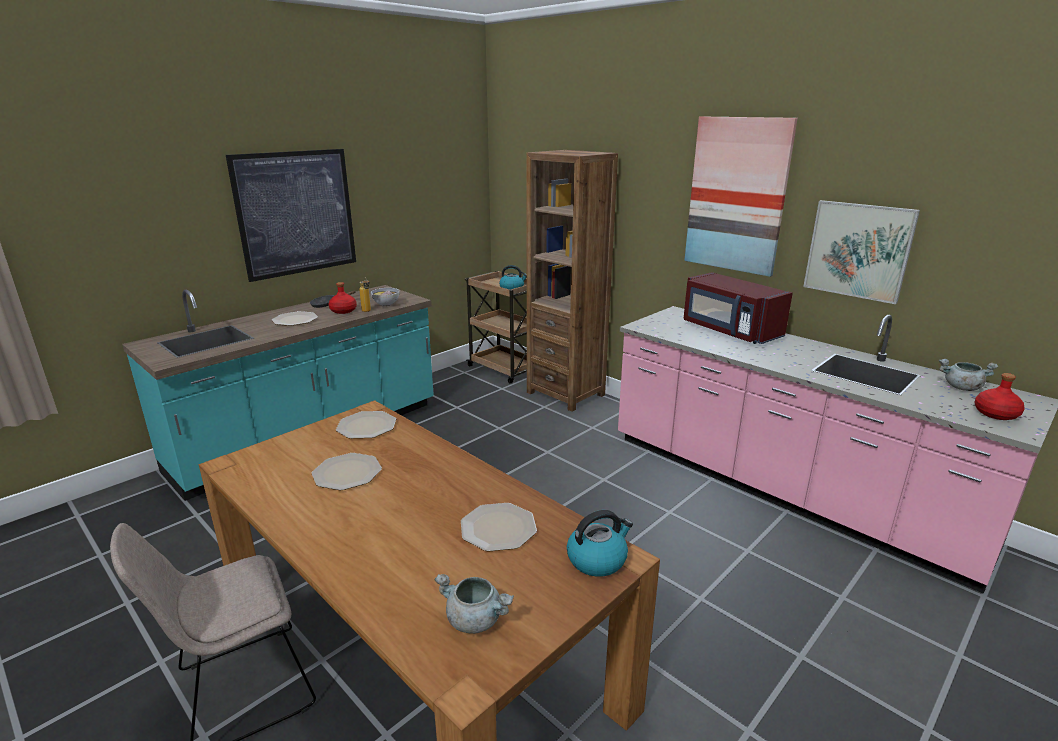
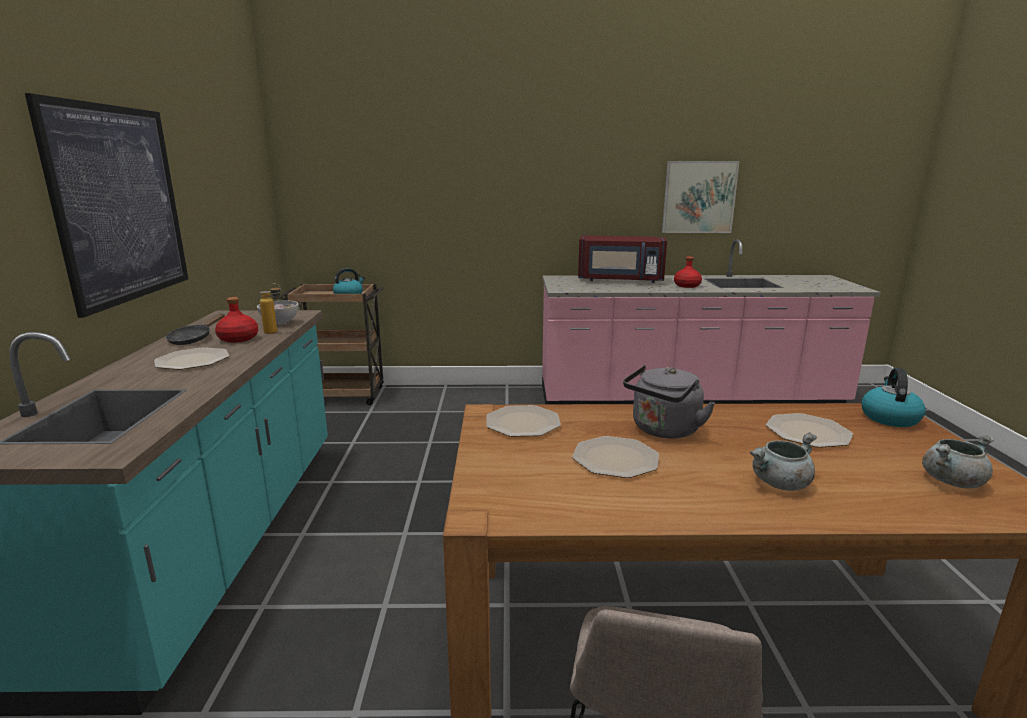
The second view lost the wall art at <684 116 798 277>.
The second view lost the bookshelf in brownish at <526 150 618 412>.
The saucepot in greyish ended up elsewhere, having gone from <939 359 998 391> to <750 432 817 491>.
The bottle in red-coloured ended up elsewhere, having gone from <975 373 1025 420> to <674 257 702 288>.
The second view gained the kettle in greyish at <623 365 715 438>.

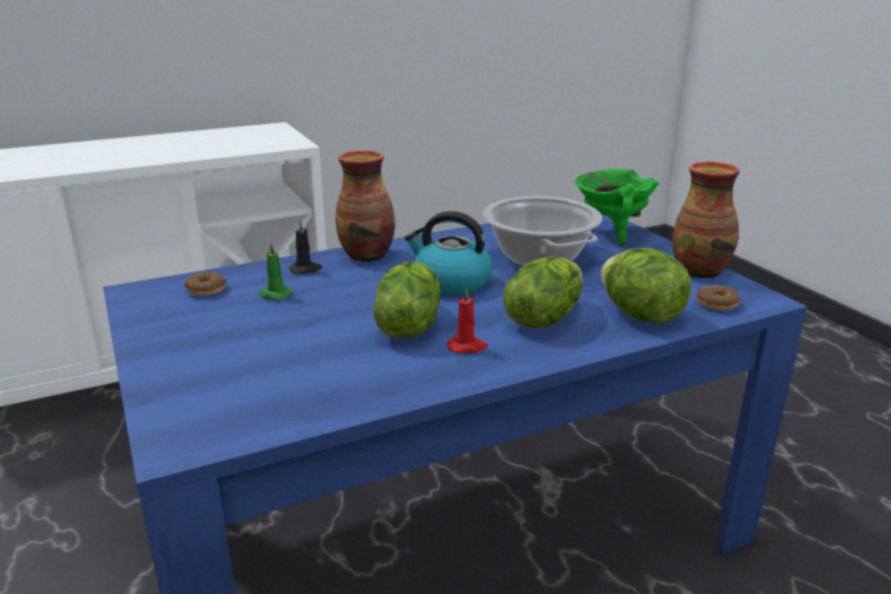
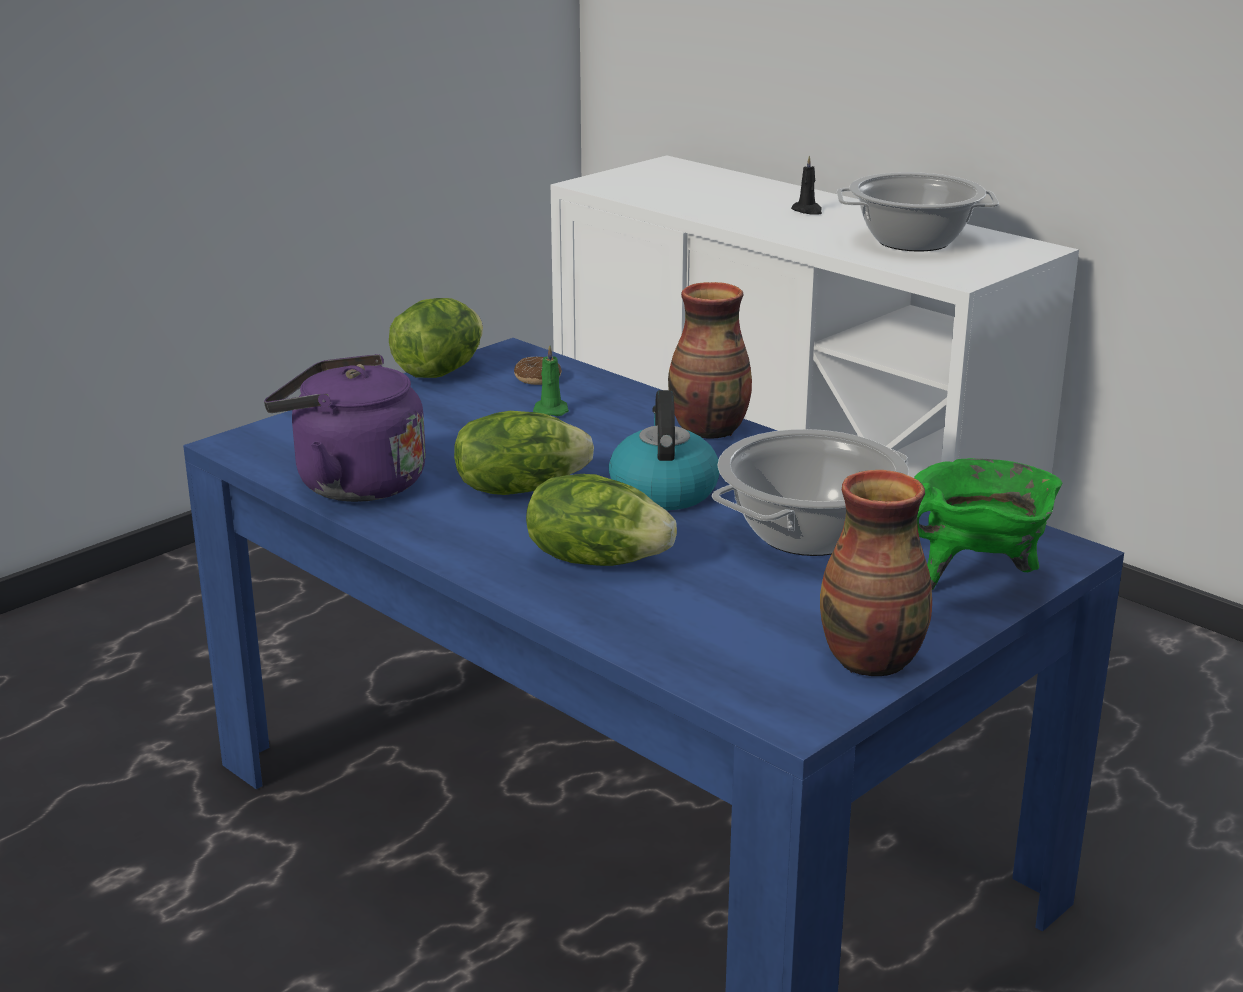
The wax candle in black ended up elsewhere, having gone from <289 219 322 274> to <791 155 822 215>.
The lettuce ended up elsewhere, having gone from <601 248 691 324> to <389 298 483 378>.
The second view lost the donut at <696 285 740 311>.
The second view lost the wax candle in red-coloured at <447 287 488 353>.
The second view gained the saucepot at <837 172 999 252>.
The second view gained the kettle in purple at <264 354 426 502>.

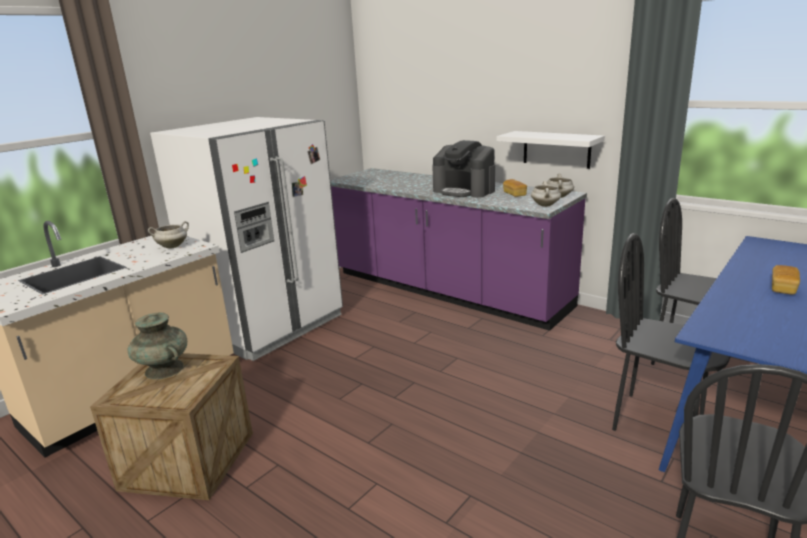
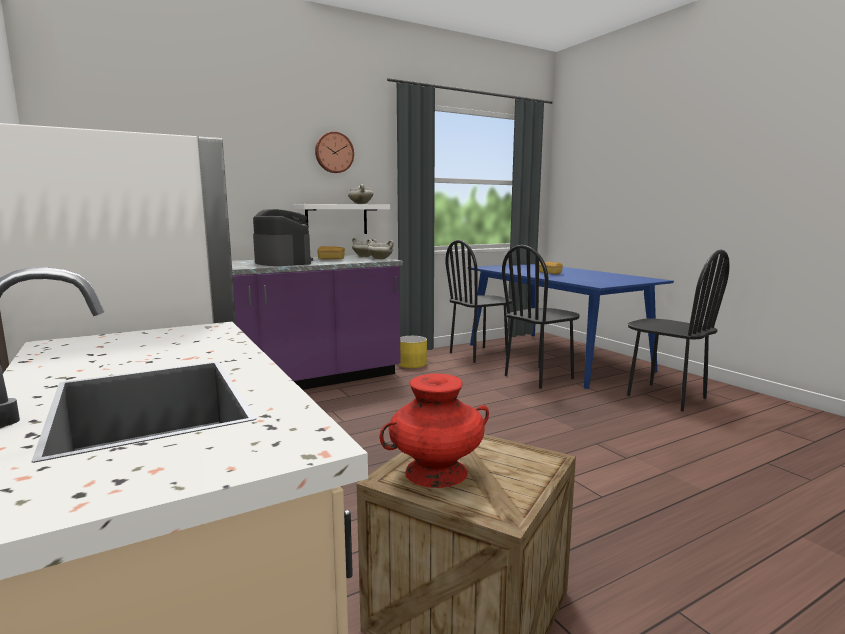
The coffee machine at <432 140 495 198> ended up facing another way, 90 degrees counterclockwise from before.
The saucepot in whitish ended up elsewhere, having gone from <148 221 189 249> to <348 184 373 204>.
What was the decorative vase in turquoise-coloured at <128 313 187 380> turned into the decorative vase in red-coloured at <380 374 489 488>.
The second view gained the hanging clock at <315 132 354 173>.
The second view gained the plant pot in yellowish at <397 336 427 368>.

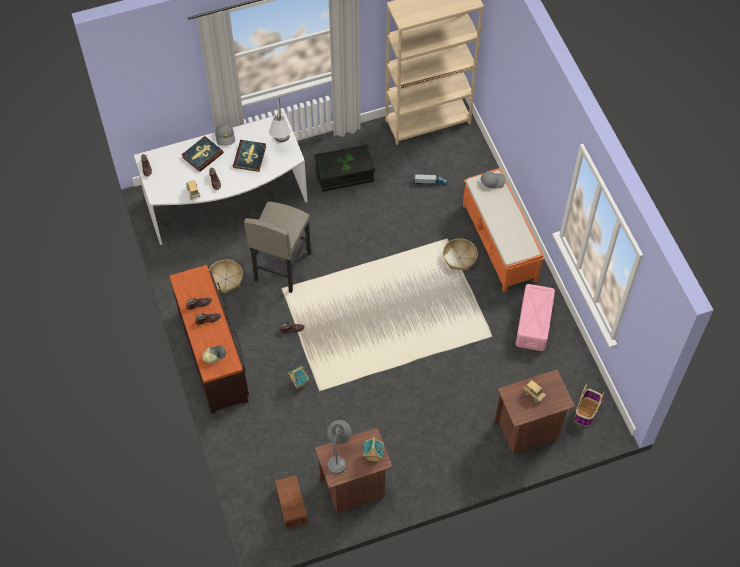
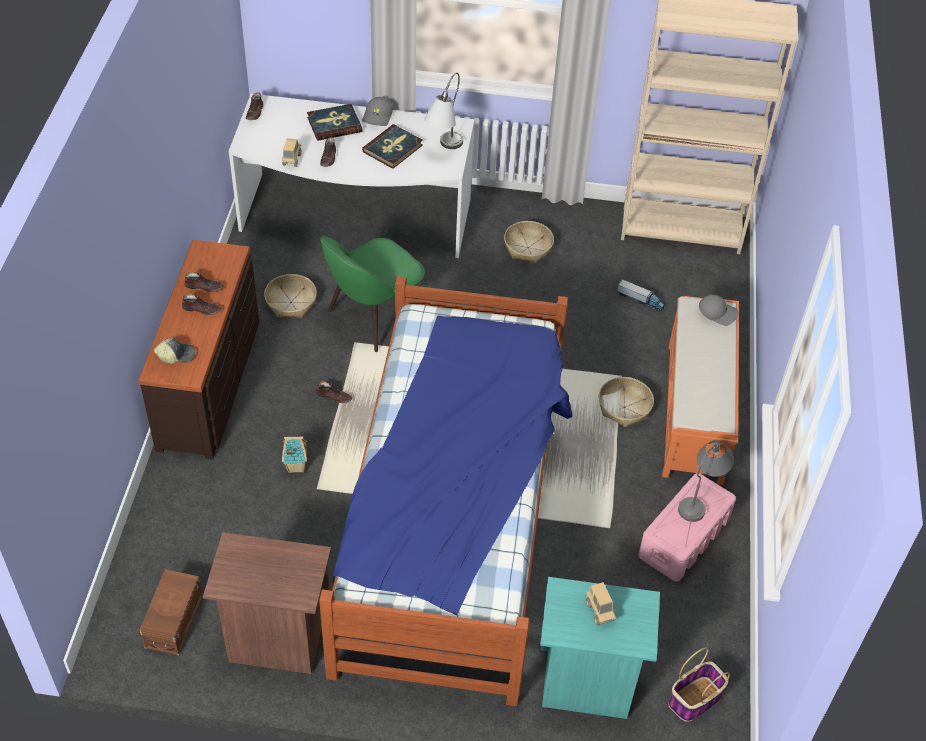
Where the storage container in black stood at <314 144 375 192>, the household basket came to stand at <504 221 554 263>.
Where the sitting stool in greyish stood at <244 202 311 293>, the chair in green-coloured came to stand at <320 236 425 352>.
What was the nightstand in brownish at <494 370 575 454> turned into the nightstand in turquoise-coloured at <540 577 660 719>.
The tabletop lamp in greyish ended up elsewhere, having gone from <327 420 352 474> to <678 440 734 522>.
The second view lost the miniature house at <363 437 384 462>.
The second view gained the sleeping bed at <319 276 573 706>.

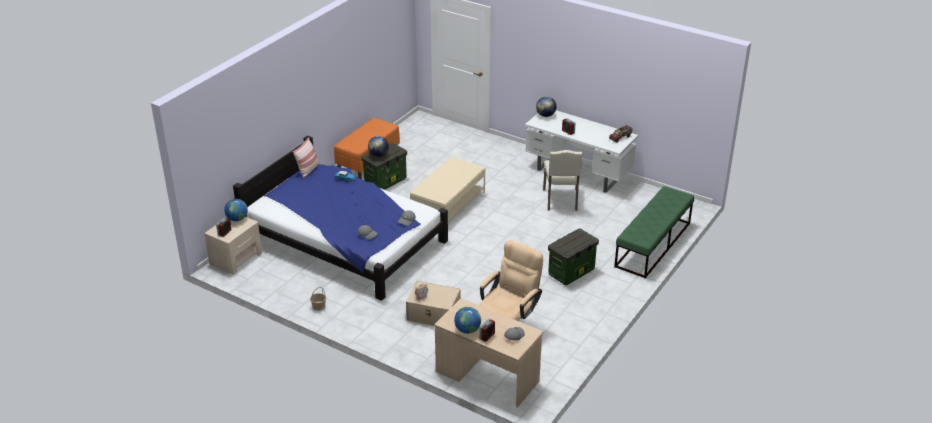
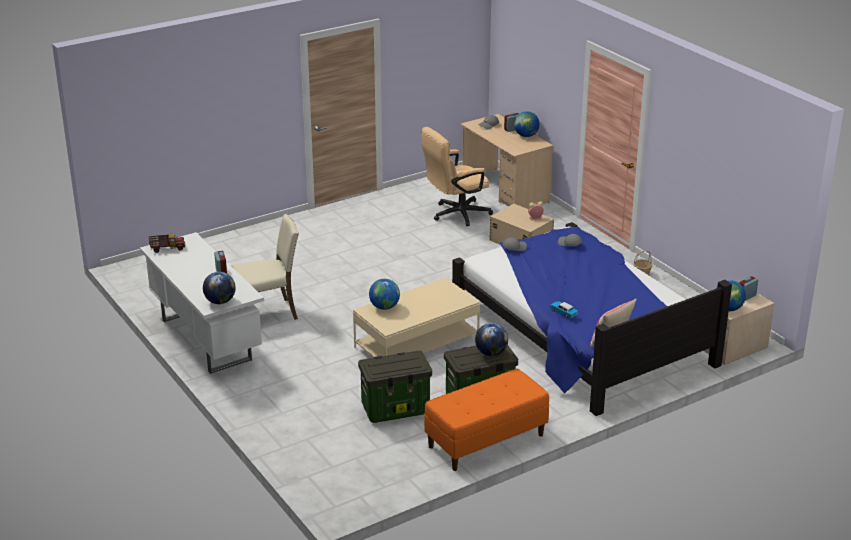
The chair in beige-coloured at <543 150 582 211> ended up facing another way, 45 degrees clockwise from before.
The second view lost the indoor bench in green-coloured at <614 186 694 279>.
The storage container ended up elsewhere, having gone from <548 229 599 285> to <358 350 432 423>.
The second view gained the world globe at <369 279 400 310>.

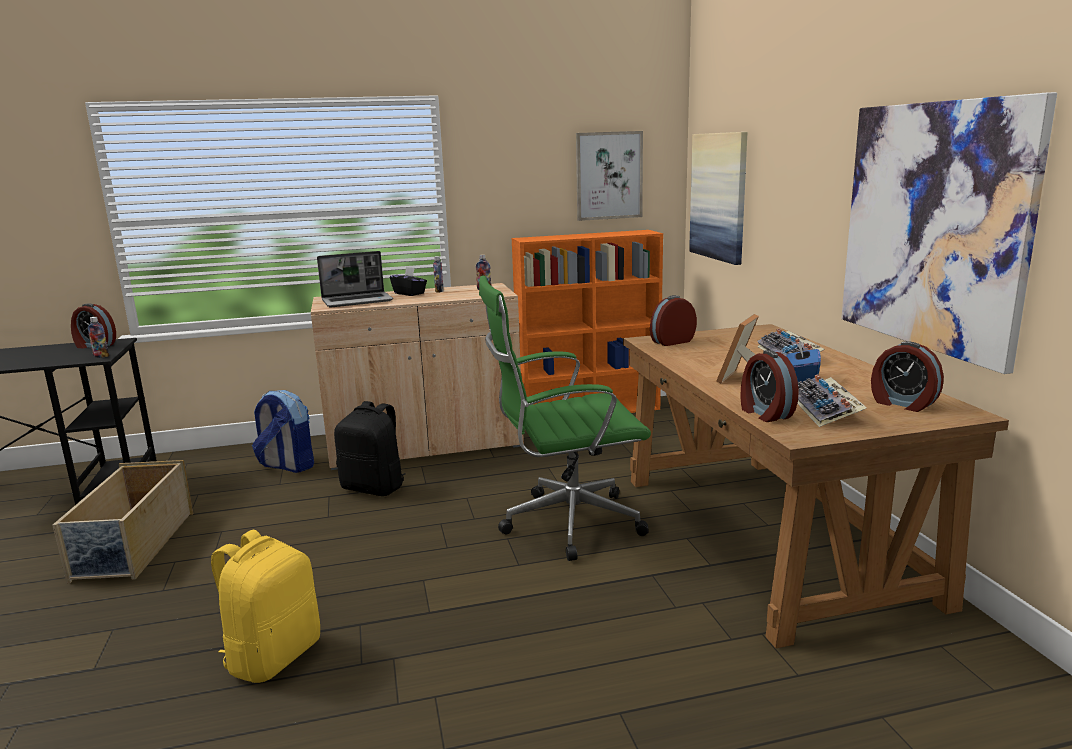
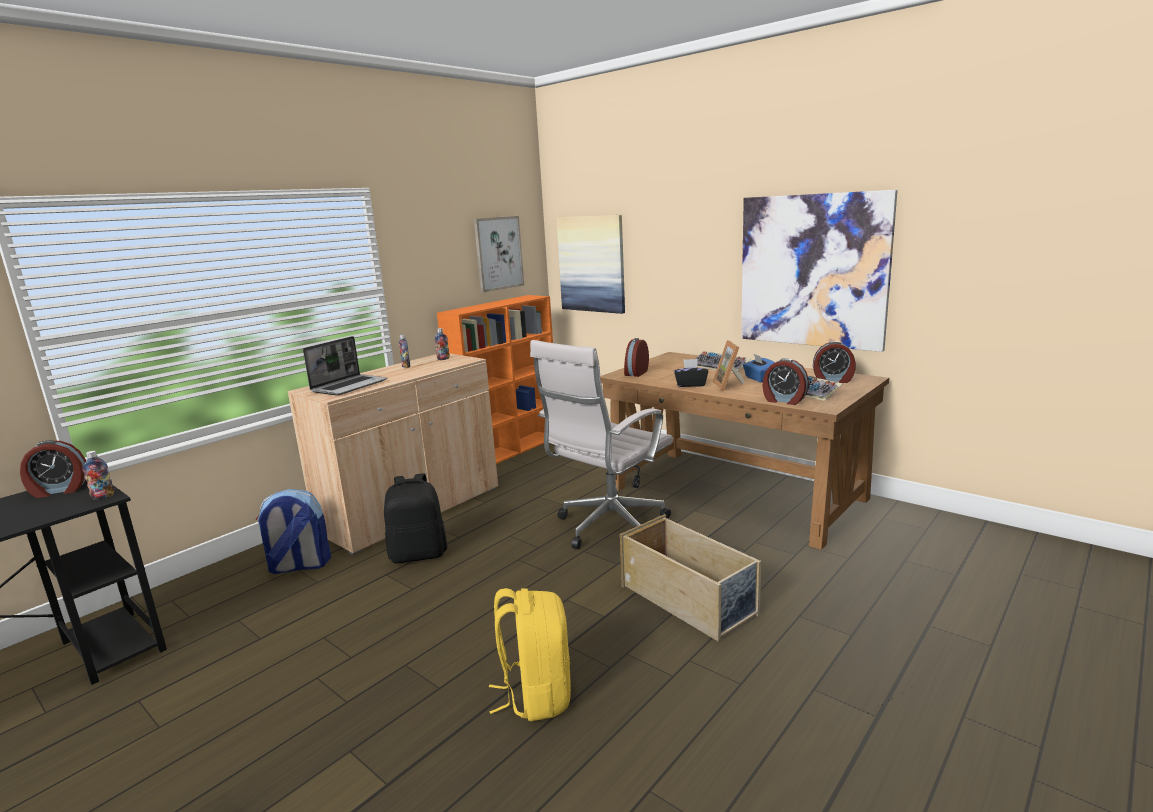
The tissue holder in black ended up elsewhere, having gone from <390 267 427 296> to <674 359 708 387>.
What was the office chair in green-coloured at <479 276 651 561> turned into the office chair in whitish at <530 340 673 549>.
The storage container in beige-coloured ended up elsewhere, having gone from <52 460 193 583> to <620 514 762 642>.

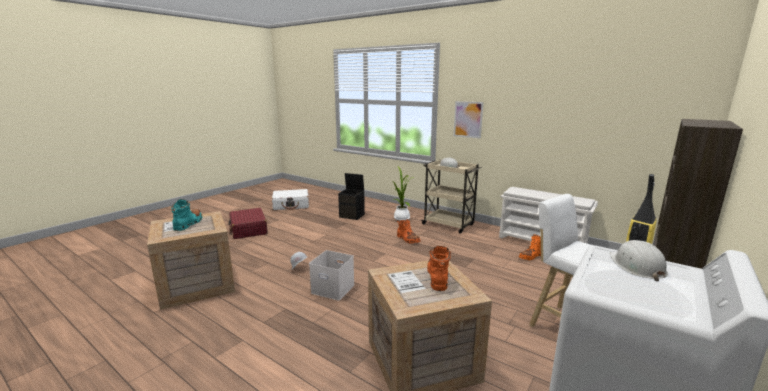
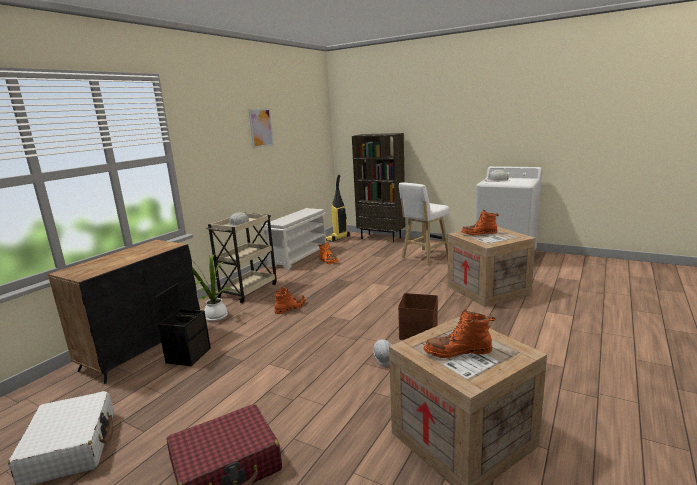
The wall art ended up elsewhere, having gone from <454 101 483 138> to <248 108 274 148>.
What was the boot in turquoise-coloured at <171 199 202 231> turned into the boot in orange at <424 308 495 358>.
What was the storage container in whitish at <309 250 355 300> turned into the storage container in brownish at <398 293 438 340>.
The second view gained the cabinet in black at <48 240 200 384>.

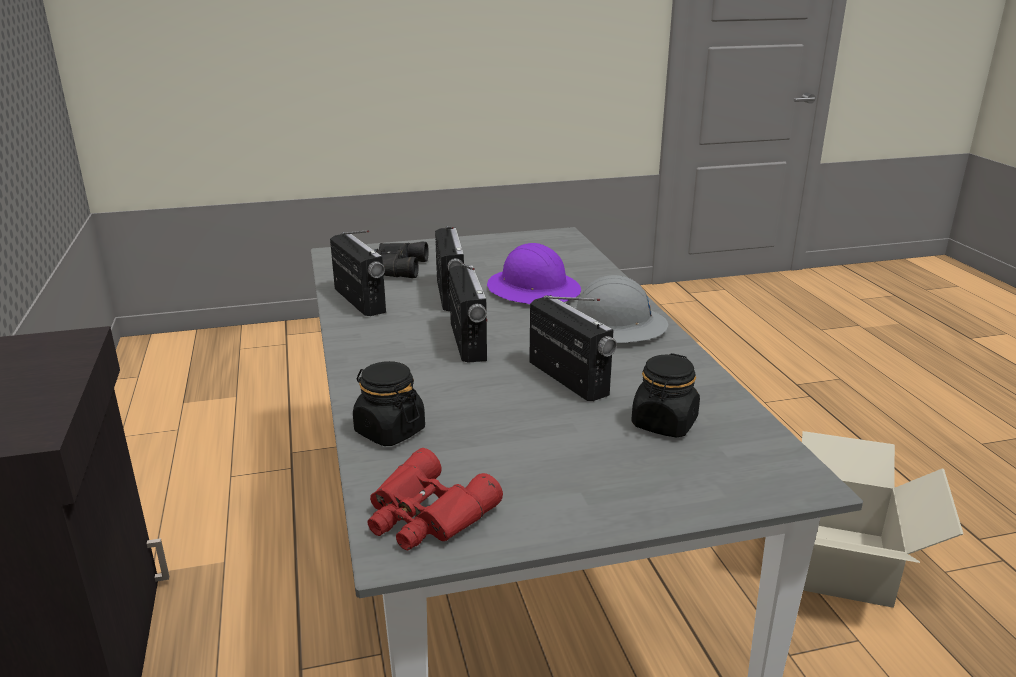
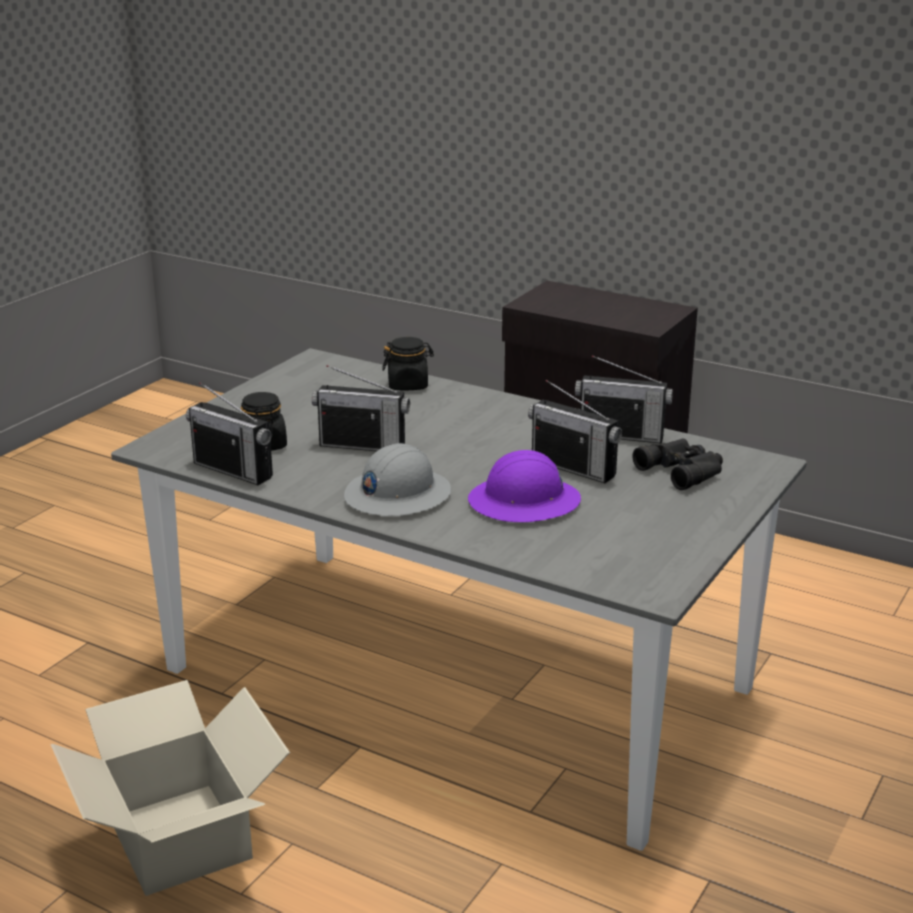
The radio set ended up elsewhere, having gone from <449 263 487 363> to <186 382 273 485>.
The second view lost the pair of binoculars in red-coloured at <368 448 503 551>.

